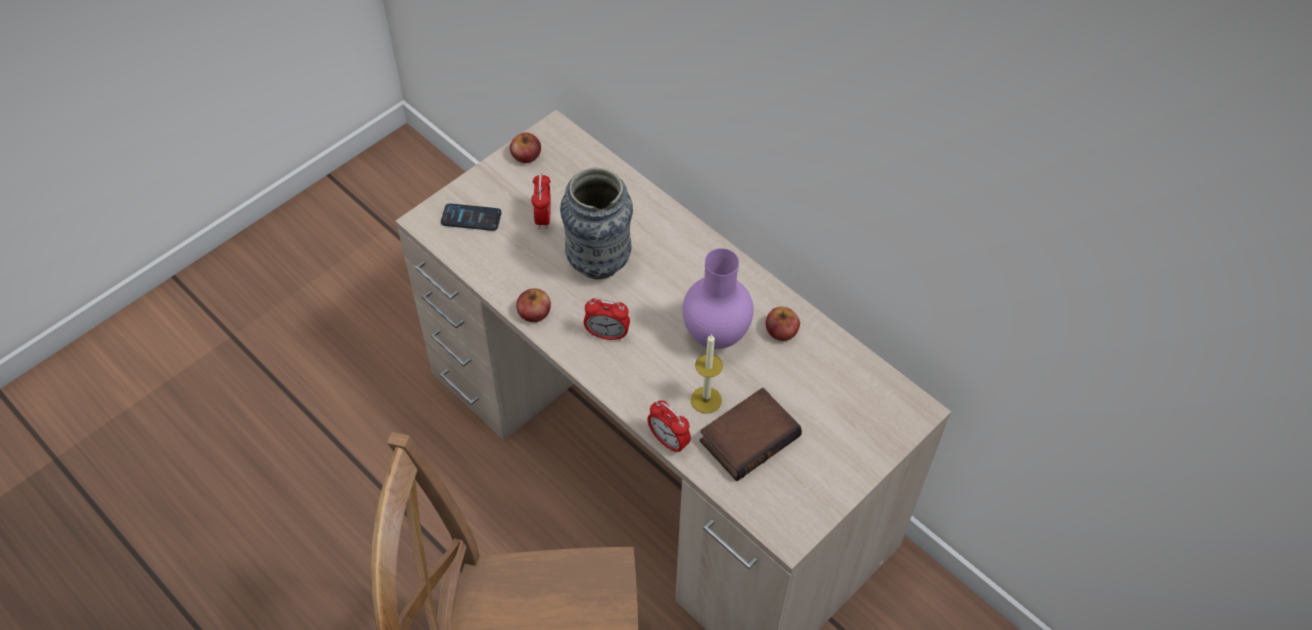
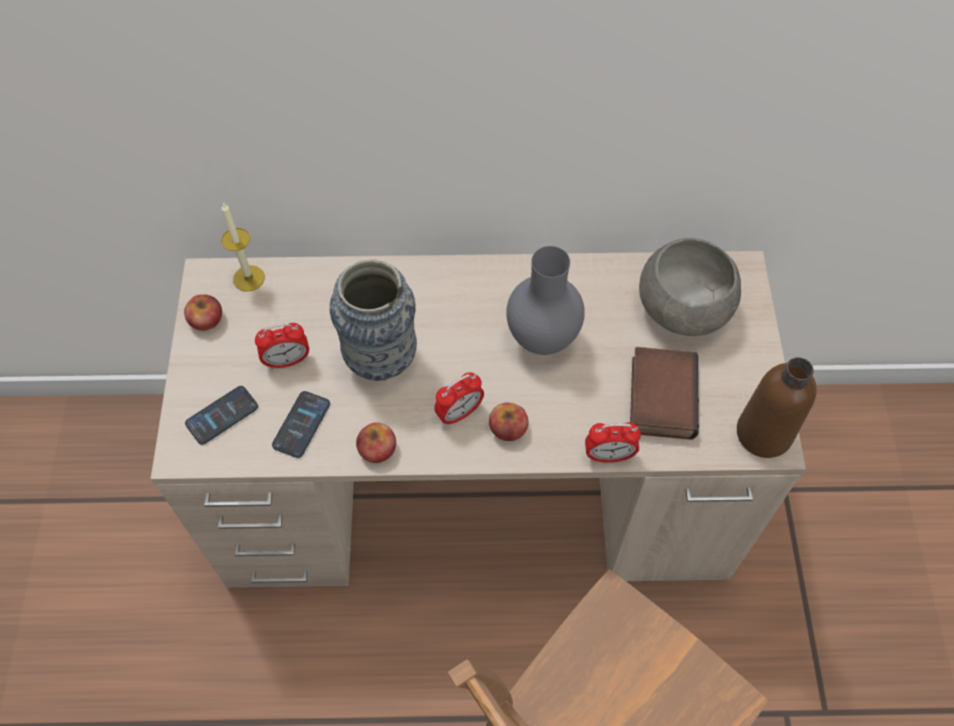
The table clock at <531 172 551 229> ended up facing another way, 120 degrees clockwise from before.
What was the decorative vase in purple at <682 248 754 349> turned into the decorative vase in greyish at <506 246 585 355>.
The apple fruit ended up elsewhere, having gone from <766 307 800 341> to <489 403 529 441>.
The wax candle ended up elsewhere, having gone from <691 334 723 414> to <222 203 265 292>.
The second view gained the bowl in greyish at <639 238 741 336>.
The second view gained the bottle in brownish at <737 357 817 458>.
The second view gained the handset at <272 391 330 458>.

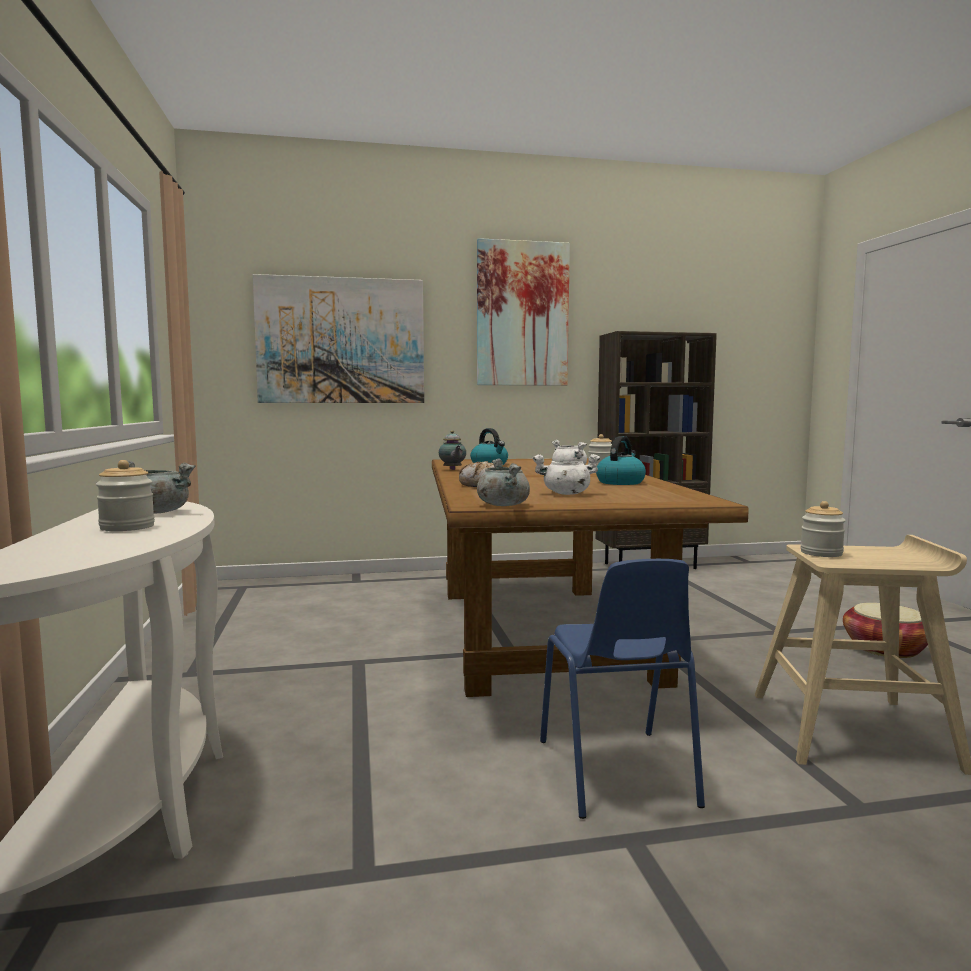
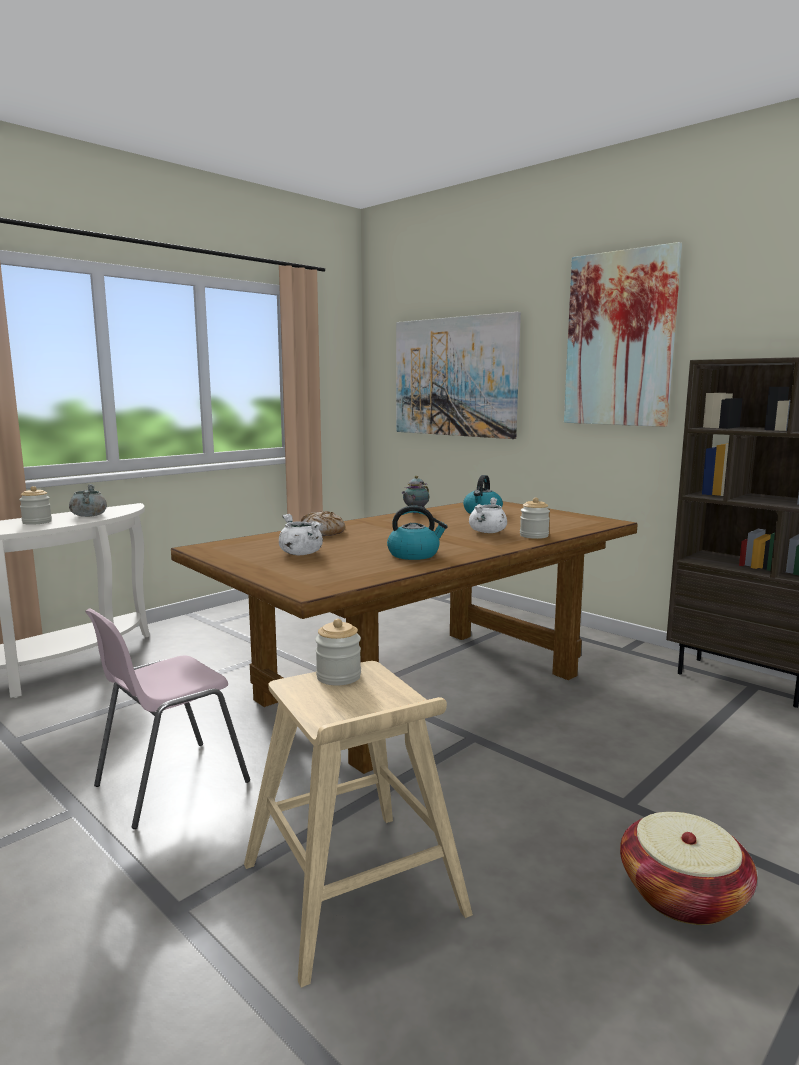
The second view lost the saucepot in greyish at <477 458 530 506>.
What was the chair in bluish at <540 559 705 819> turned into the chair in pinkish at <85 609 250 829>.

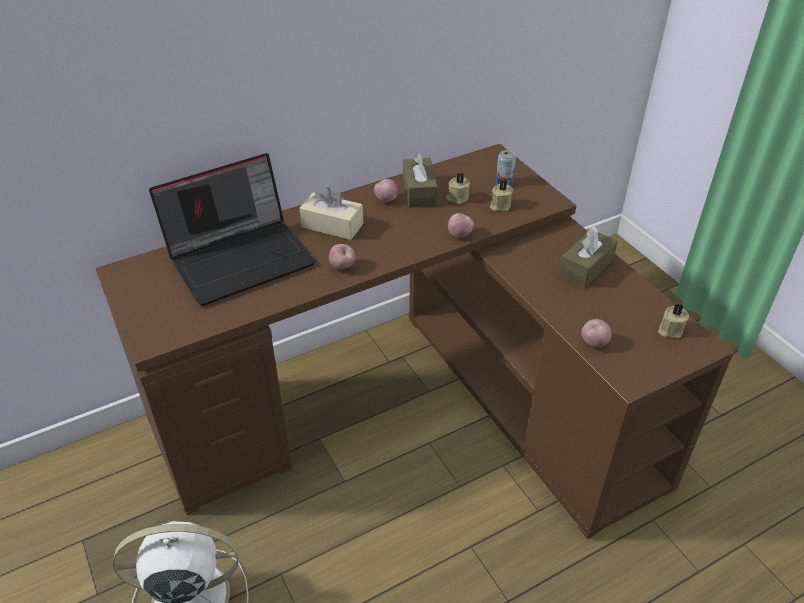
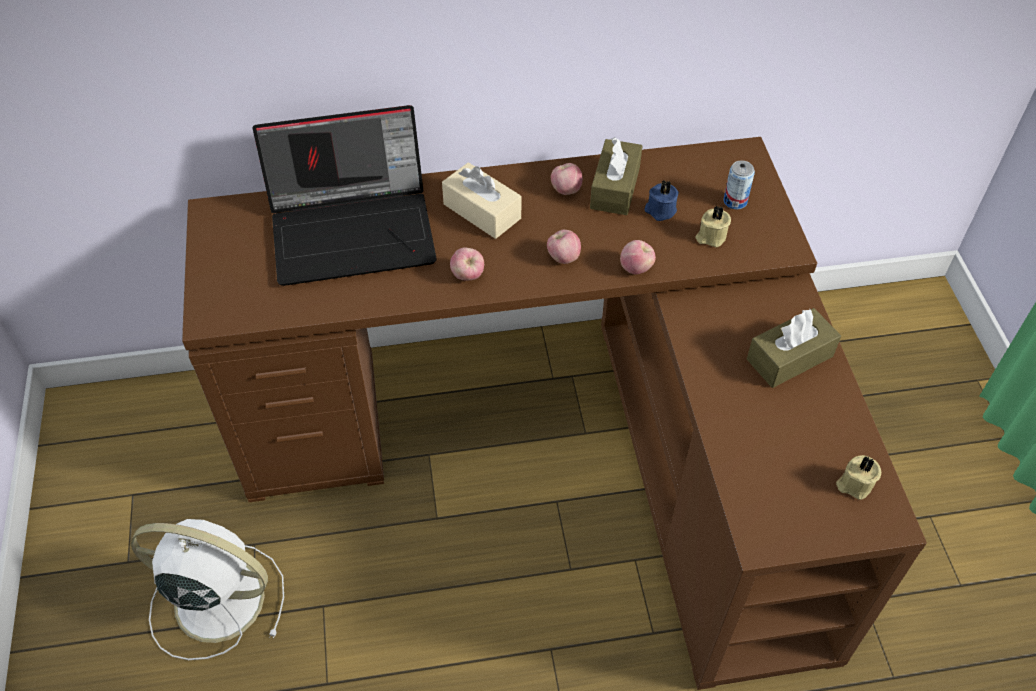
What was the wax candle in beige-coloured at <446 173 470 204> turned into the wax candle in bluish at <644 181 679 221>.
The apple fruit ended up elsewhere, having gone from <581 319 611 348> to <547 230 581 264>.

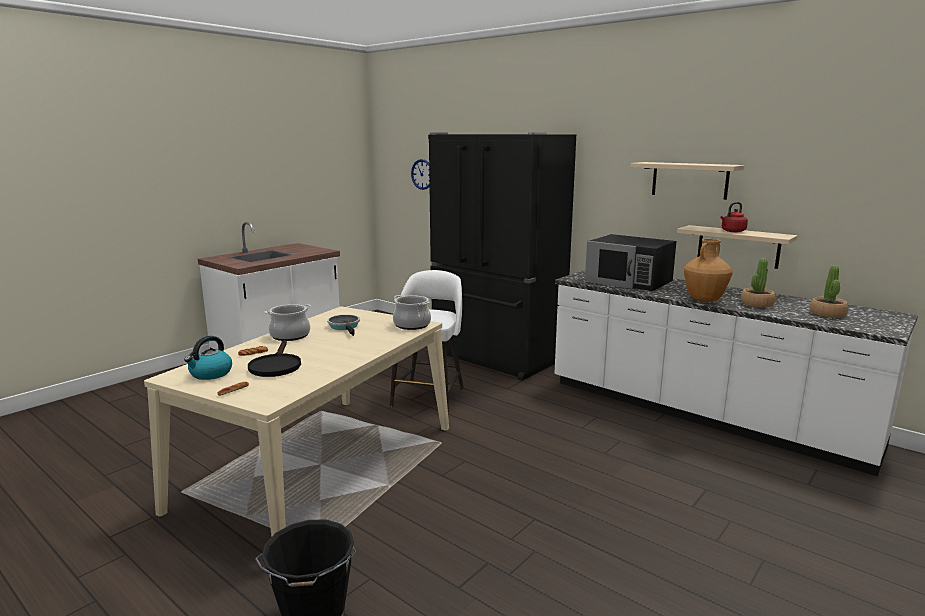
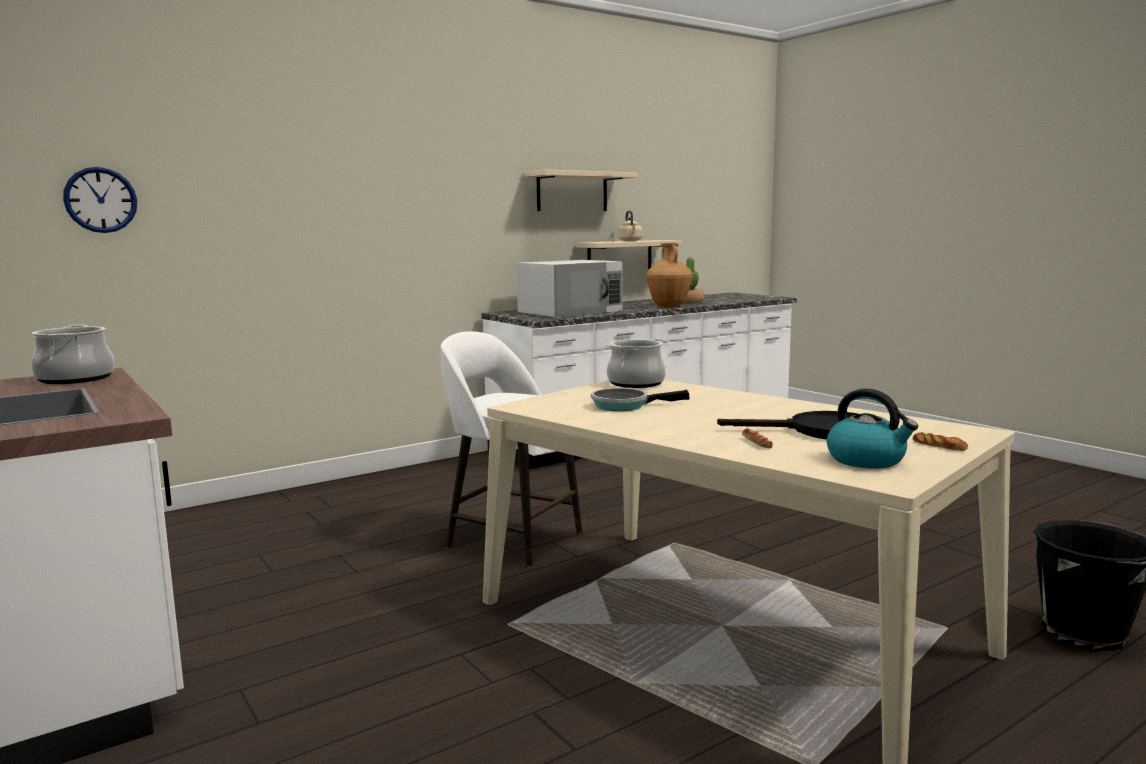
The second view lost the refrigerator in black at <428 132 576 381>.
What was the kettle in red-coloured at <720 202 748 232> turned into the kettle in beige-coloured at <618 211 642 241>.
What was the microwave oven in black at <585 234 676 291> turned into the microwave oven in whitish at <516 260 623 317>.
The second view lost the houseplant at <810 265 848 318>.
The saucepot ended up elsewhere, having gone from <264 304 311 341> to <31 324 114 384>.

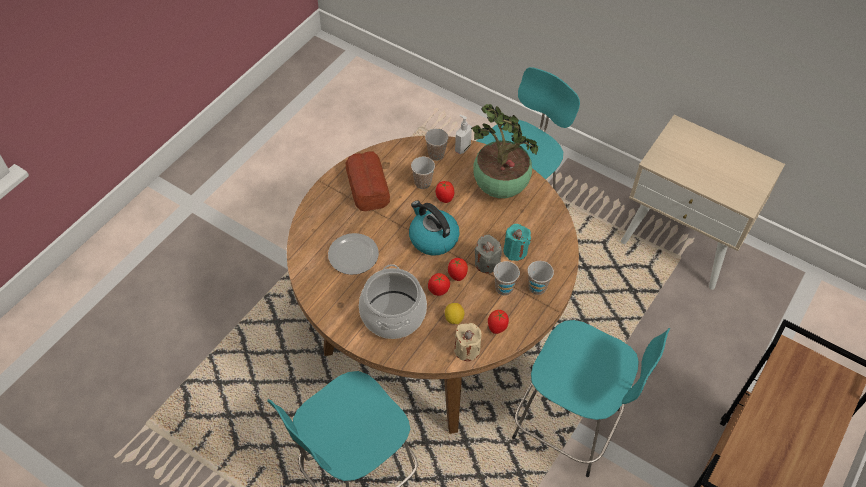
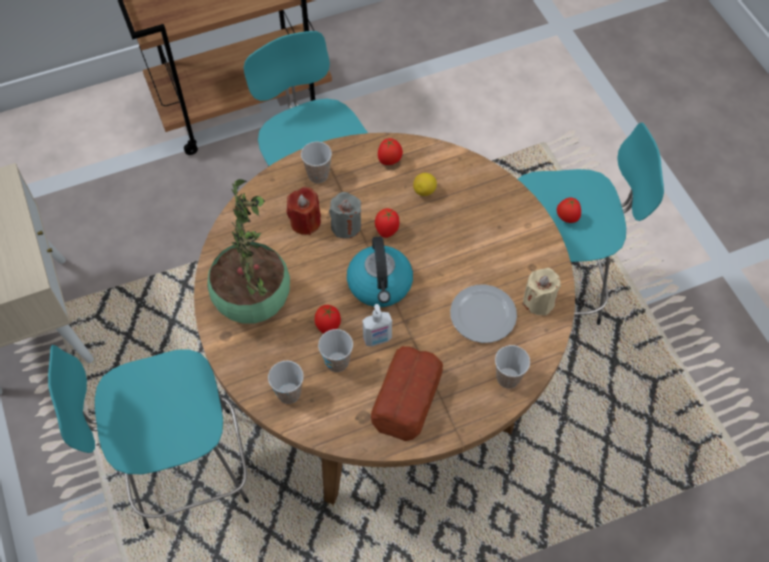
The liquid soap bottle ended up elsewhere, having gone from <455 115 472 154> to <363 304 392 347>.
What was the wax candle in turquoise-coloured at <503 224 531 261> turned into the wax candle in red-coloured at <287 187 321 235>.
The small cup ended up elsewhere, having gone from <493 261 520 296> to <495 345 530 389>.
The second view lost the saucepot at <359 264 427 339>.
The whole tomato ended up elsewhere, having gone from <428 273 450 296> to <557 198 581 223>.
The wax candle in beige-coloured ended up elsewhere, having gone from <454 323 481 361> to <522 268 561 316>.

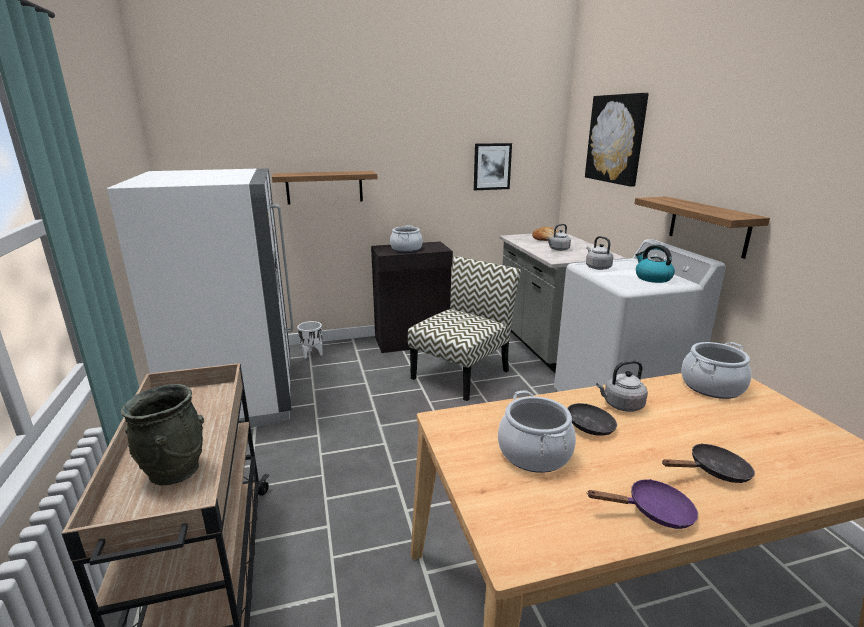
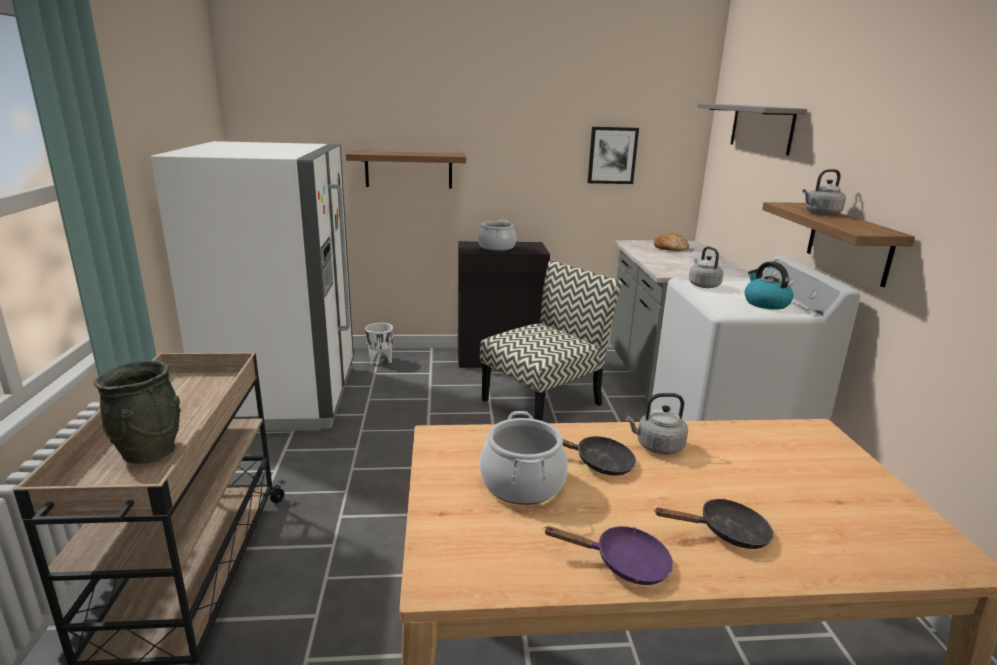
Where the wall art hung at <585 93 649 187>, the shelf in greyish came to hang at <697 104 807 155>.
The kettle in greyish ended up elsewhere, having gone from <546 224 571 251> to <802 169 846 215>.
The second view lost the saucepot at <681 342 752 399>.

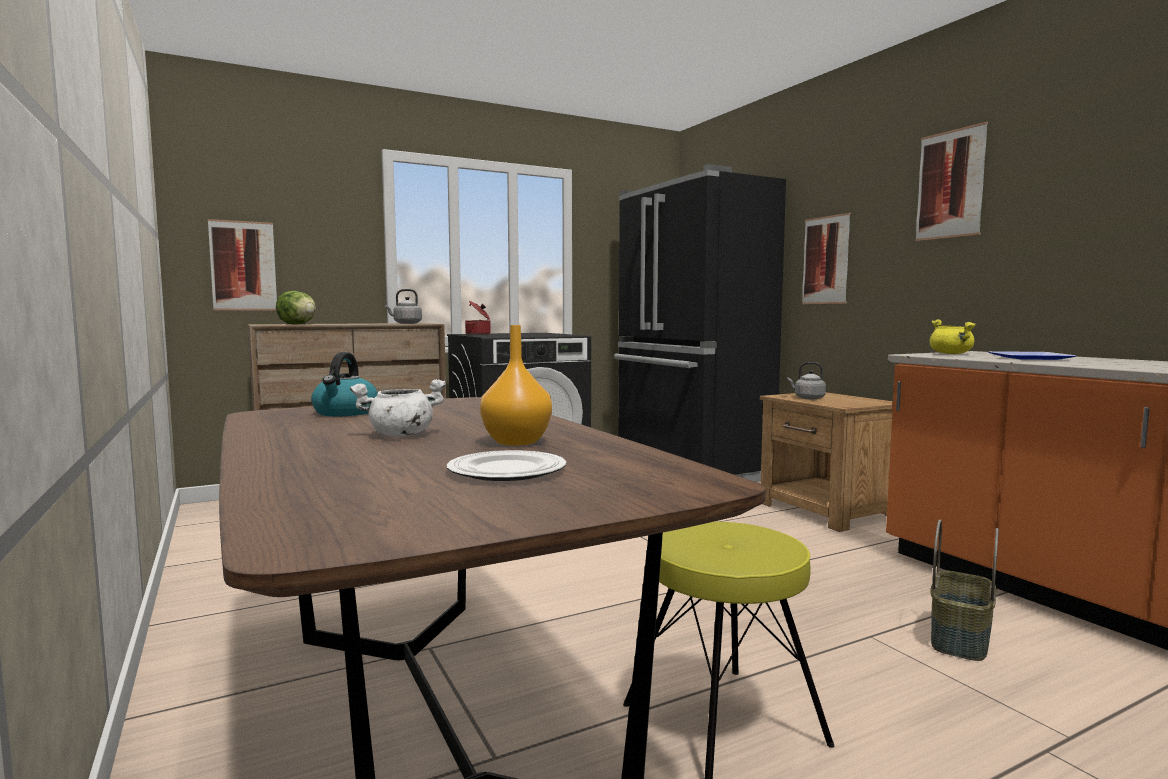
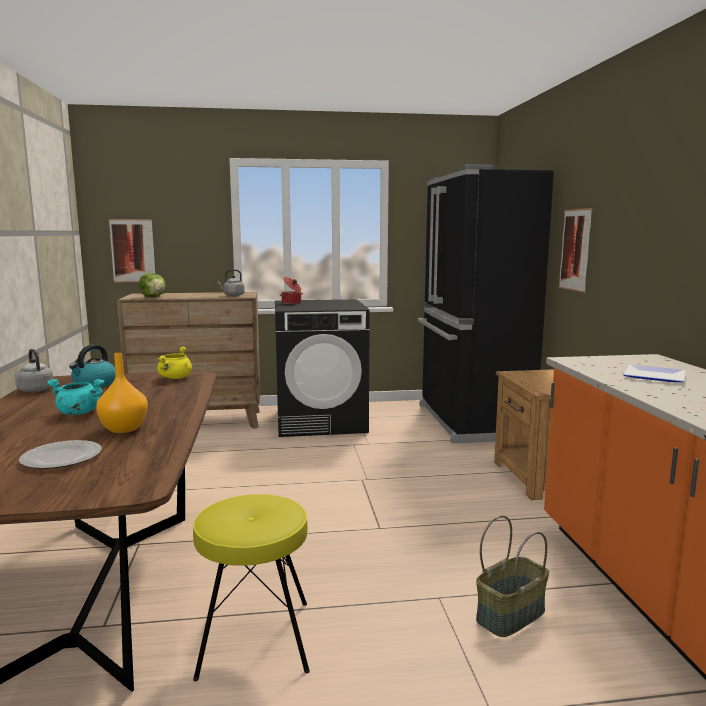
The second view lost the wall art at <915 121 988 241>.
The saucepot in yellowish ended up elsewhere, having gone from <930 319 976 354> to <157 346 192 379>.
The kettle in greyish ended up elsewhere, having gone from <788 362 826 399> to <15 349 53 392>.
What was the saucepot in whitish at <350 379 446 437> turned into the saucepot in turquoise-coloured at <47 379 105 415>.

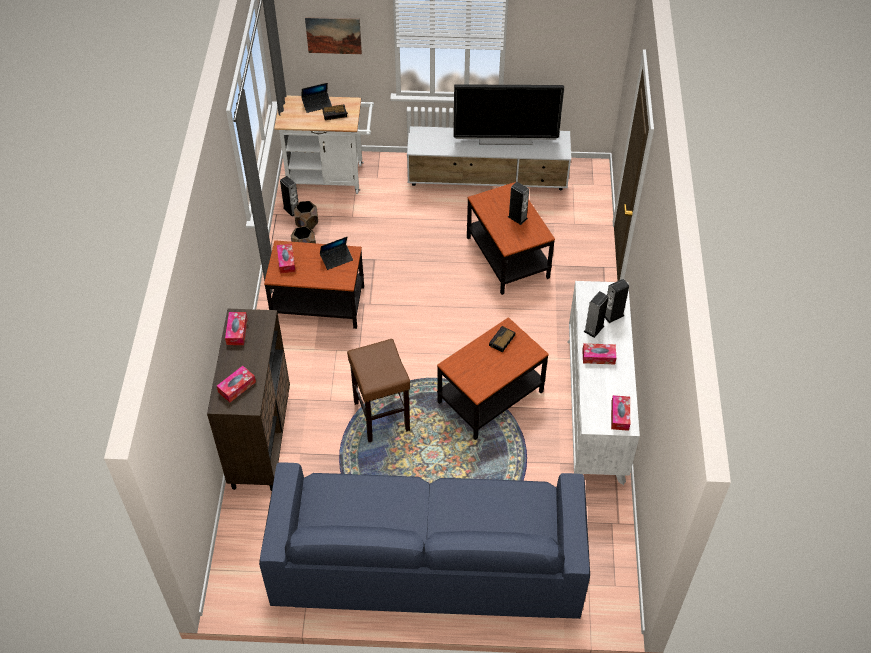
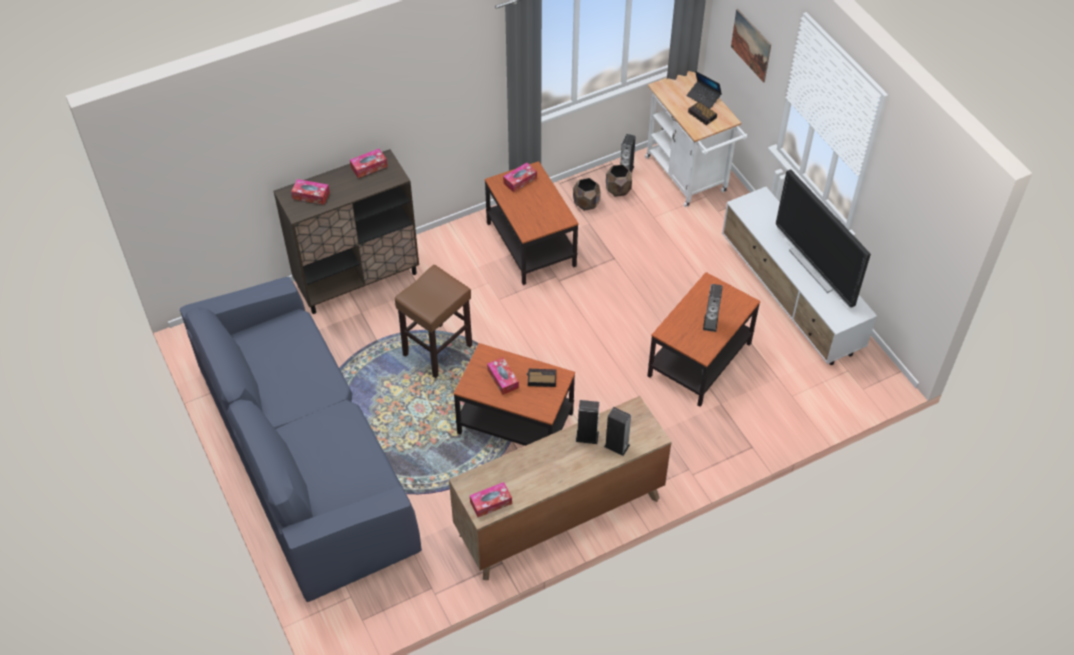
The second view lost the laptop at <320 237 353 270>.
What was the dresser in whitish at <567 281 640 485> turned into the dresser in brownish at <449 396 672 580>.
The tissue holder ended up elsewhere, having gone from <582 343 616 364> to <487 357 519 395>.

